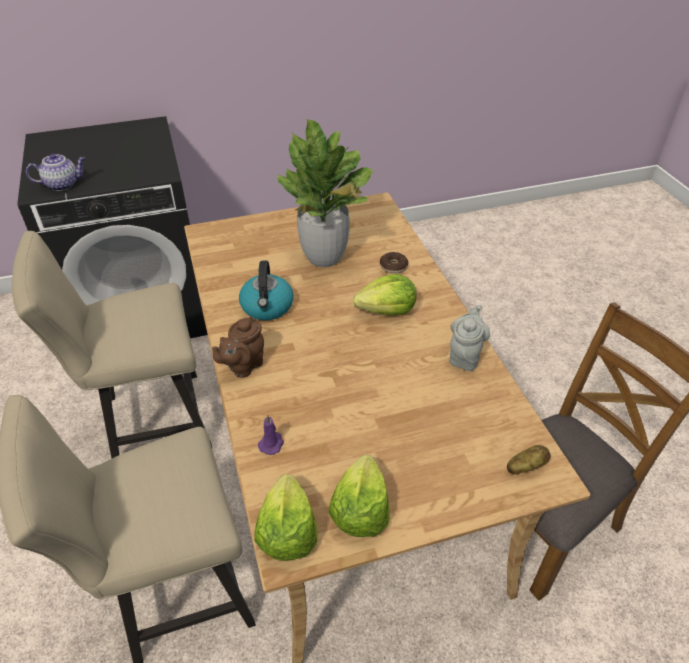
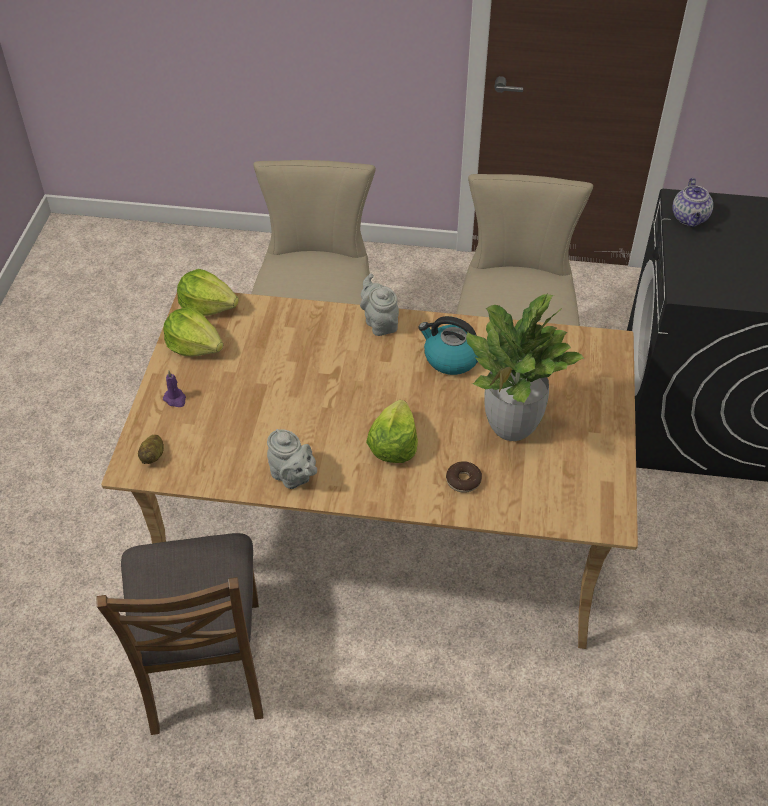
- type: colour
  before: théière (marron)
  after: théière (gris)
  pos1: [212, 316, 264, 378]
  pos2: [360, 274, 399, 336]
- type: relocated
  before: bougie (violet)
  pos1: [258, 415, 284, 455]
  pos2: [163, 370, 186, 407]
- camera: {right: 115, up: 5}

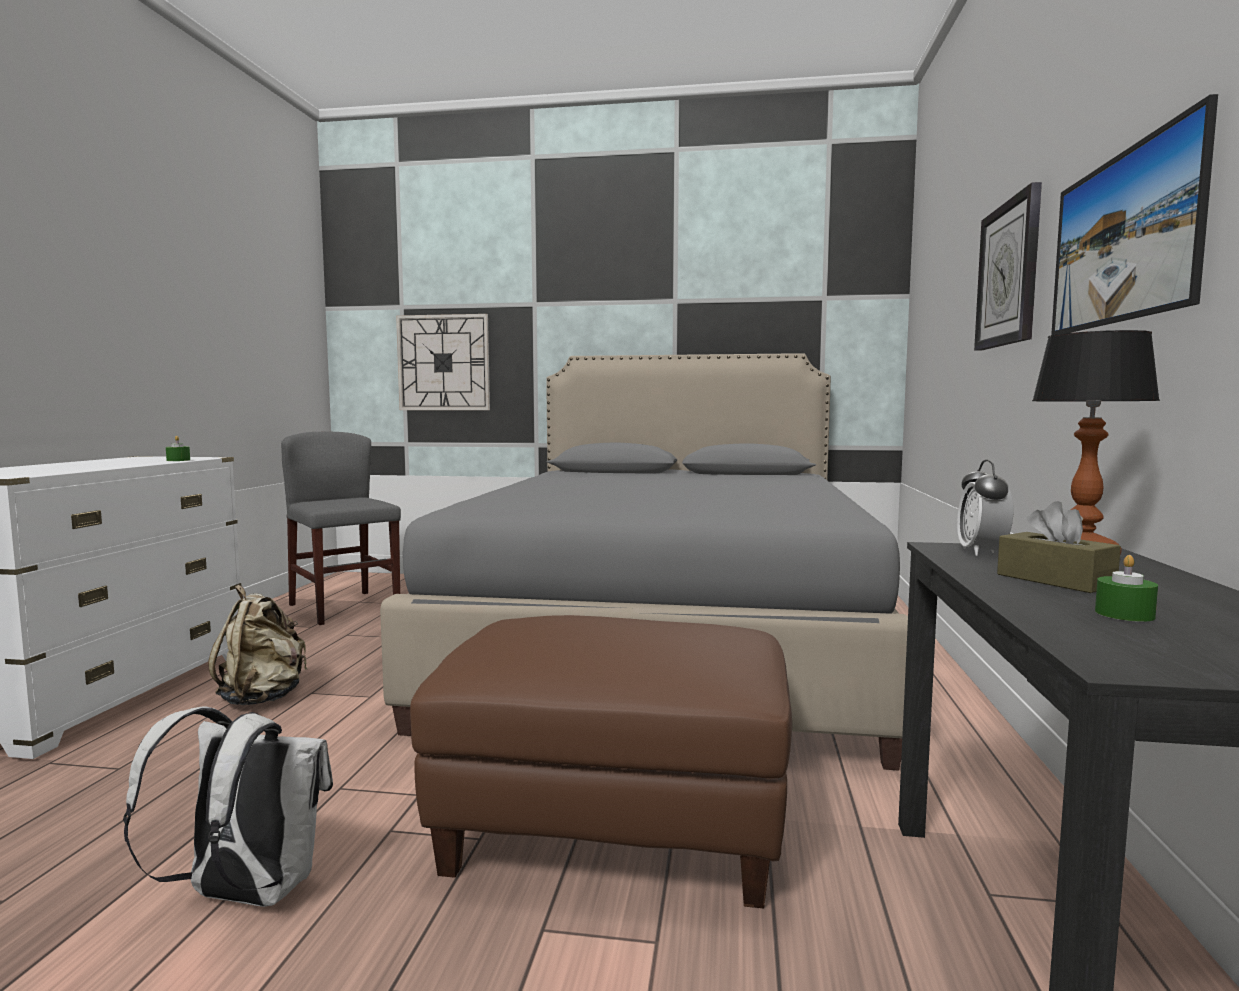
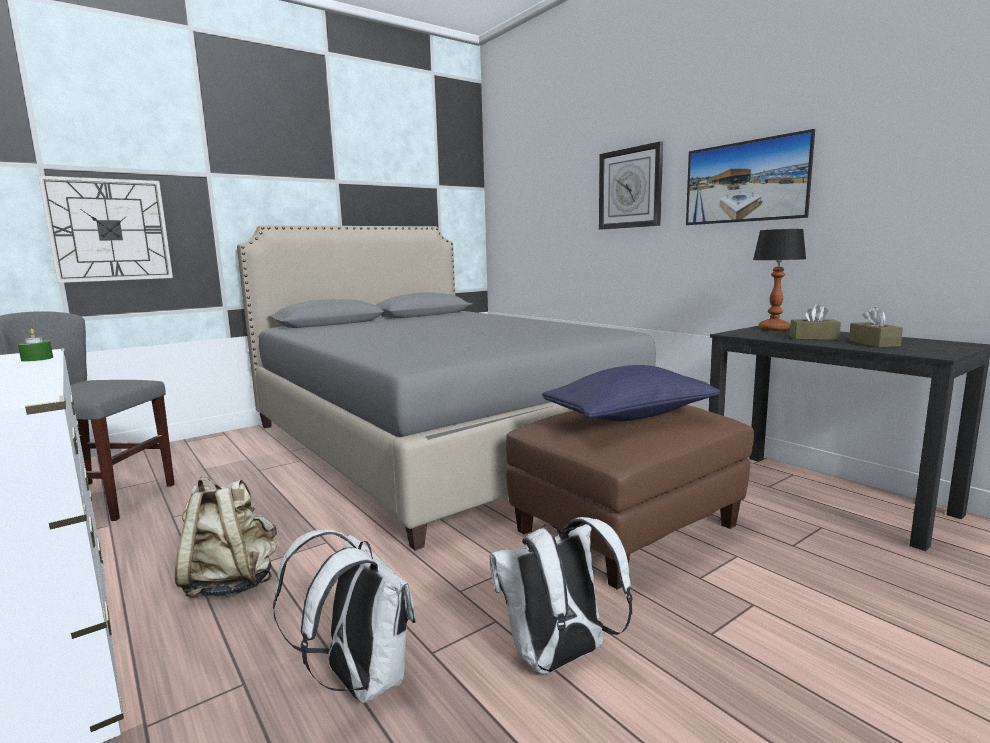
- type: missing
  before: réveil
  pos1: [957, 459, 1013, 556]
- type: exchanged
  before: bougie (vert)
  after: boîte à mouchoirs (marron)
  pos1: [1095, 555, 1158, 622]
  pos2: [849, 307, 903, 347]
- type: appeared
  after: sac à dos (blanc)
  pos2: [273, 529, 416, 703]
- type: appeared
  after: coussin (bleu)
  pos2: [542, 365, 720, 421]
- camera: {right: -45, up: 5}

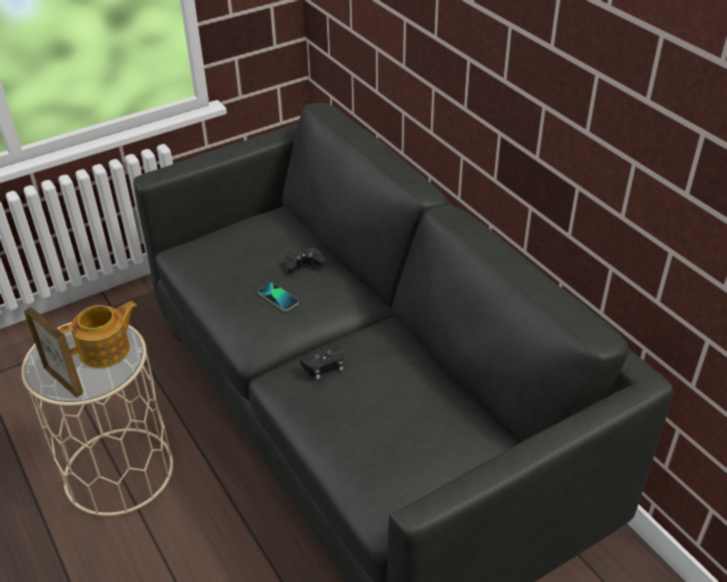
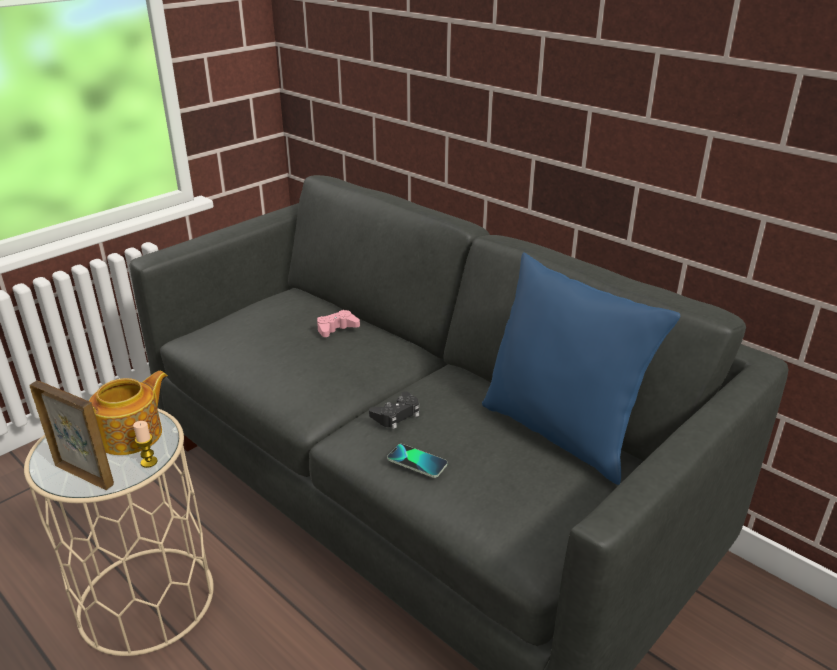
- type: relocated
  before: téléphone
  pos1: [258, 283, 299, 311]
  pos2: [387, 444, 448, 478]
- type: colour
  before: manette (noir)
  after: manette (rose)
  pos1: [286, 247, 325, 273]
  pos2: [317, 310, 360, 337]
- type: appeared
  after: bougie
  pos2: [133, 421, 158, 468]
- type: appeared
  after: coussin (bleu)
  pos2: [482, 252, 680, 485]
- camera: {right: -15, up: -10}

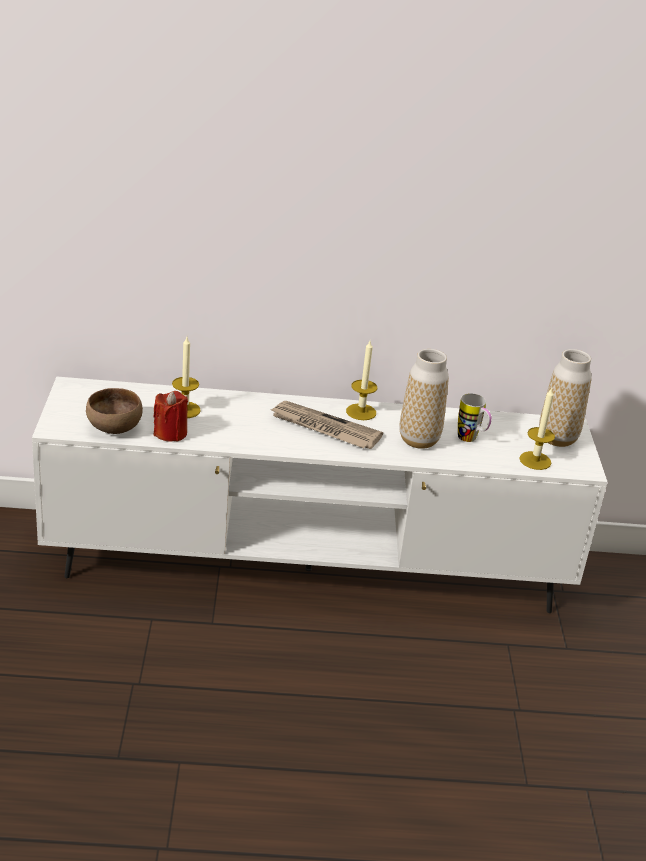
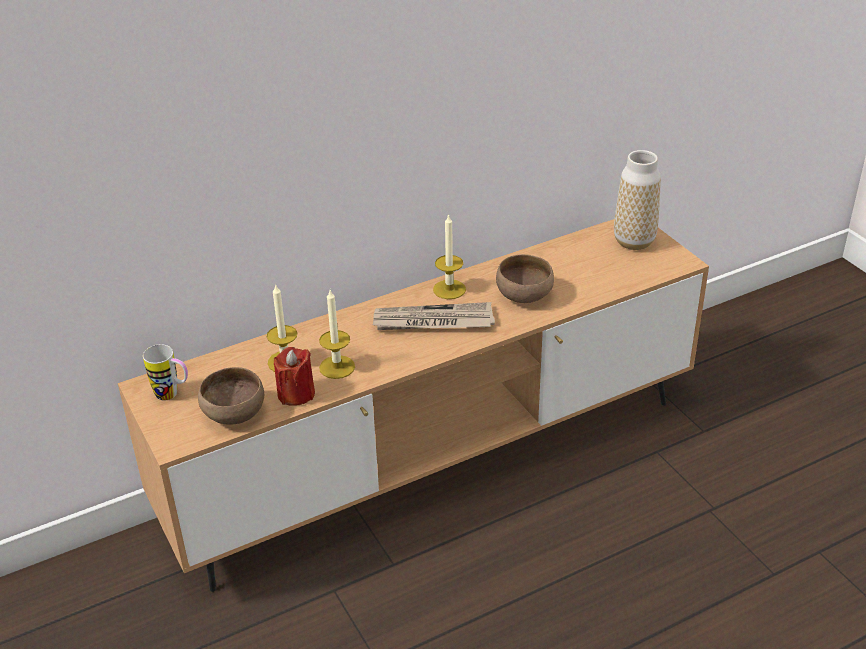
- type: colour
  before: meuble télé (blanc)
  after: meuble télé (marron)
  pos1: [32, 377, 607, 613]
  pos2: [118, 219, 709, 592]
- type: exchanged
  before: vase
  after: bol (marron)
  pos1: [400, 349, 449, 449]
  pos2: [496, 254, 554, 303]
- type: relocated
  before: mug
  pos1: [458, 393, 492, 442]
  pos2: [143, 344, 188, 401]
- type: relocated
  before: bougie
  pos1: [519, 388, 555, 470]
  pos2: [319, 290, 355, 379]
- camera: {right: -25, up: 5}

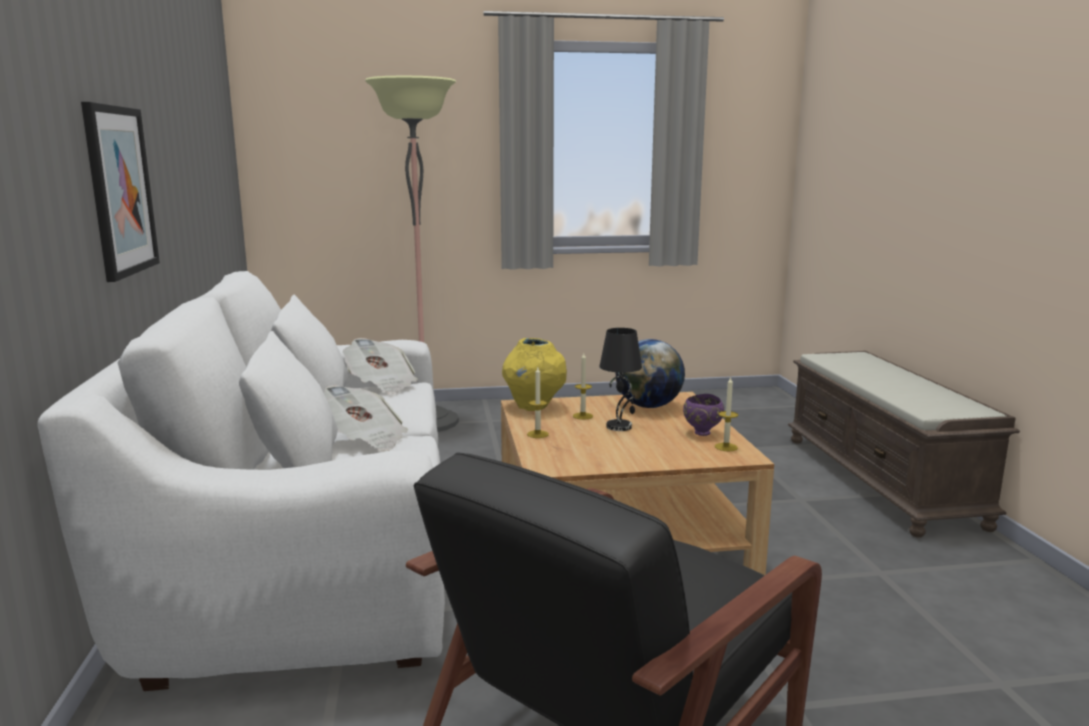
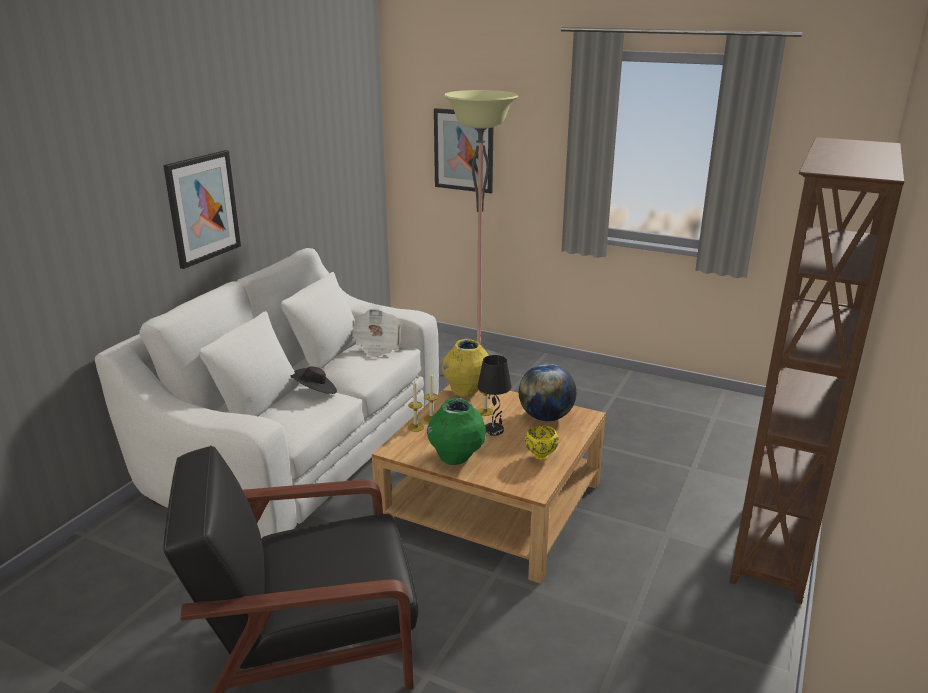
- type: exchanged
  before: journal
  after: chapeau (noir)
  pos1: [324, 385, 408, 451]
  pos2: [290, 366, 337, 394]
- type: colour
  before: bol (violet)
  after: bol (jaune)
  pos1: [683, 394, 724, 436]
  pos2: [525, 426, 559, 460]
- type: relocated
  before: bougie
  pos1: [715, 377, 738, 451]
  pos2: [408, 380, 424, 432]
- type: exchanged
  before: banc (marron)
  after: bibliothèque (marron)
  pos1: [788, 351, 1020, 538]
  pos2: [729, 137, 904, 604]
- type: appeared
  after: vase (vert)
  pos2: [427, 398, 486, 465]
- type: appeared
  after: tableau
  pos2: [434, 108, 493, 193]
- camera: {right: 35, up: 10}

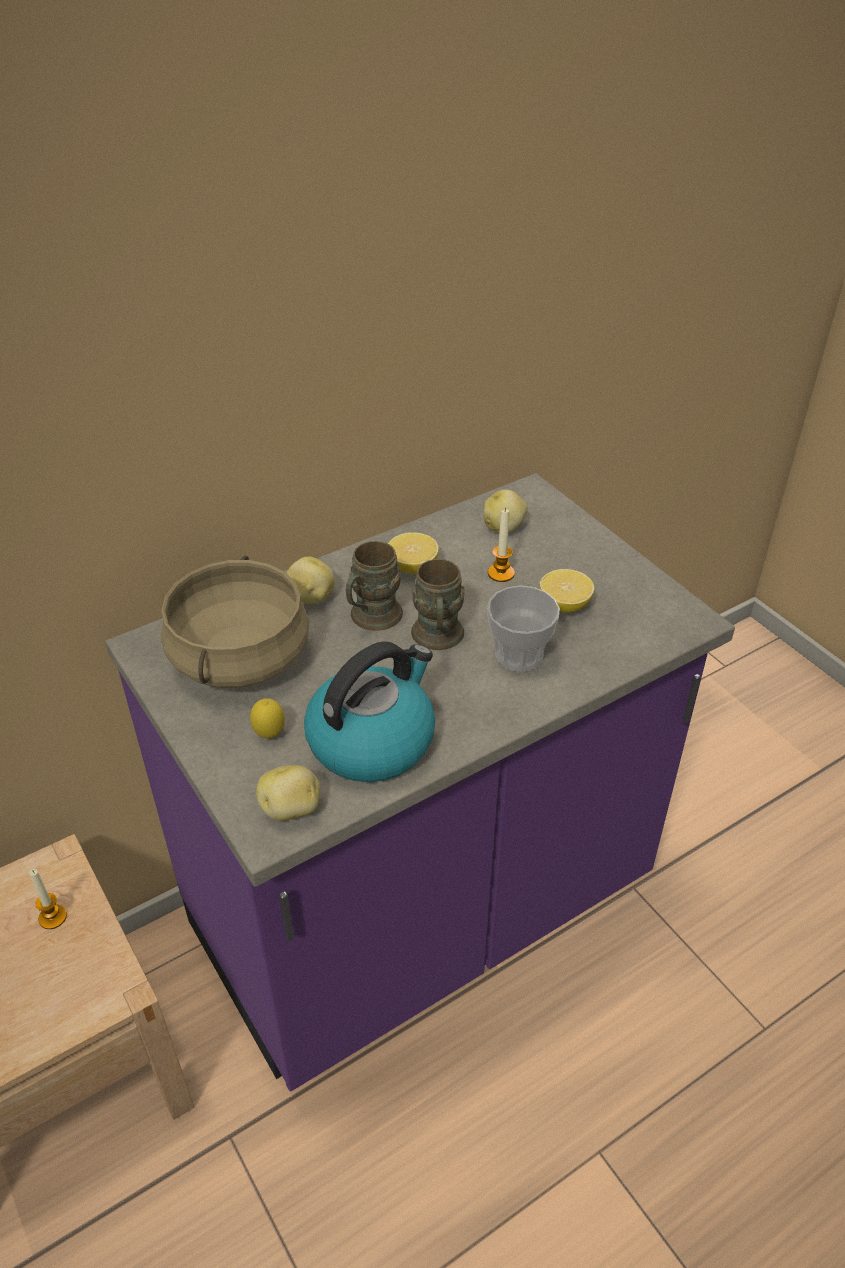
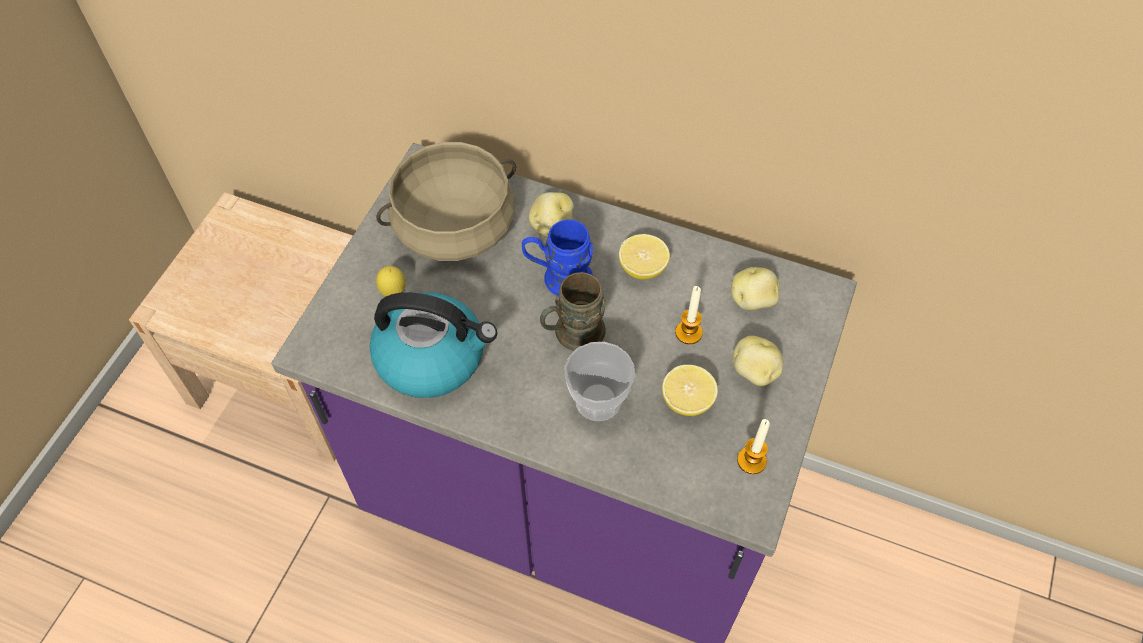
- type: relocated
  before: bougie
  pos1: [29, 869, 67, 929]
  pos2: [737, 419, 770, 474]
- type: relocated
  before: pomme de terre
  pos1: [256, 765, 320, 821]
  pos2: [733, 336, 783, 386]
- type: colour
  before: mug (marron)
  after: mug (bleu)
  pos1: [346, 541, 403, 631]
  pos2: [522, 220, 593, 296]
- camera: {right: 55, up: 15}

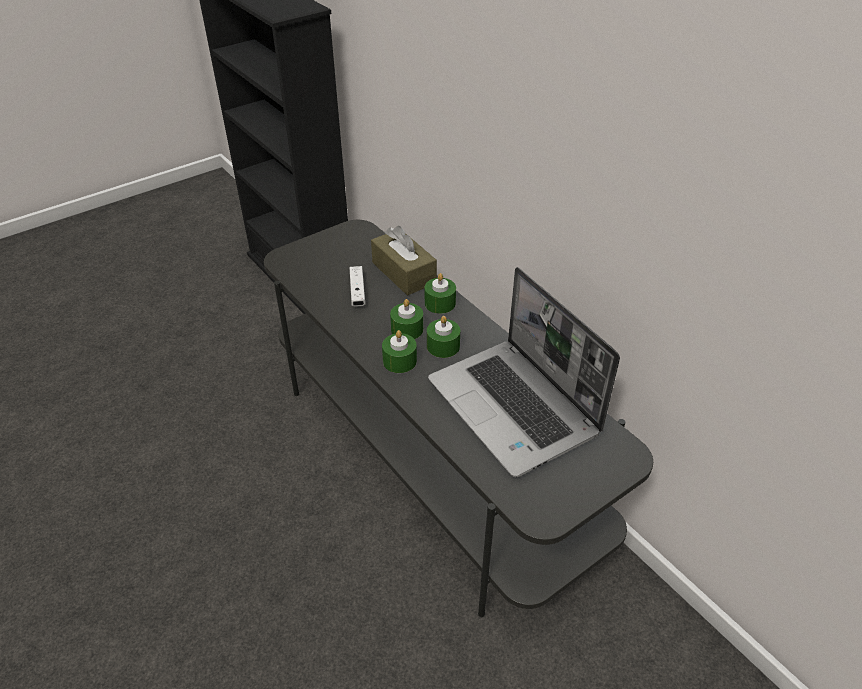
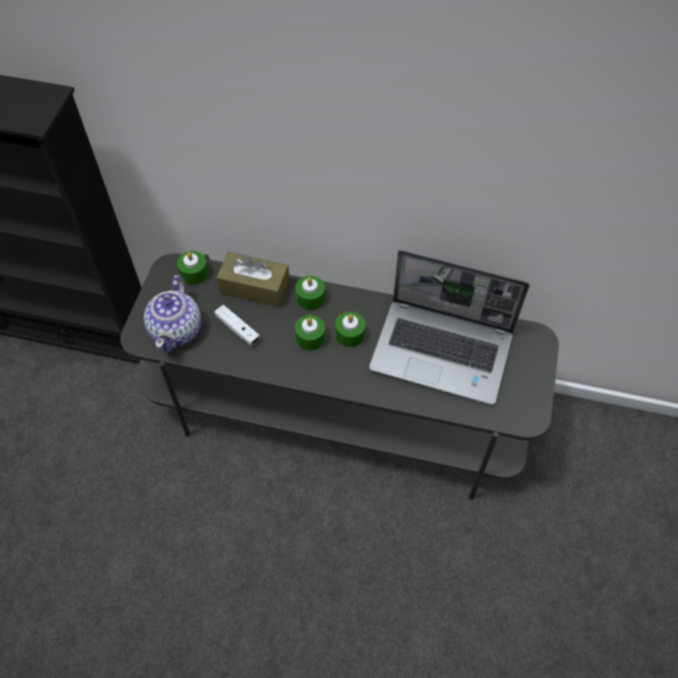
- type: relocated
  before: bougie (vert)
  pos1: [382, 330, 417, 373]
  pos2: [177, 251, 208, 285]
- type: appeared
  after: théière
  pos2: [144, 275, 201, 352]
- camera: {right: -40, up: 15}

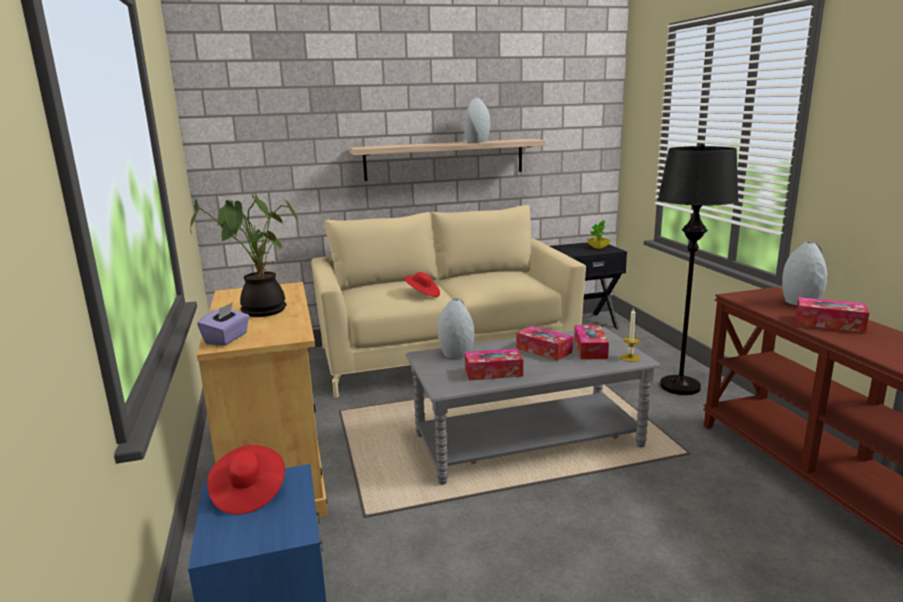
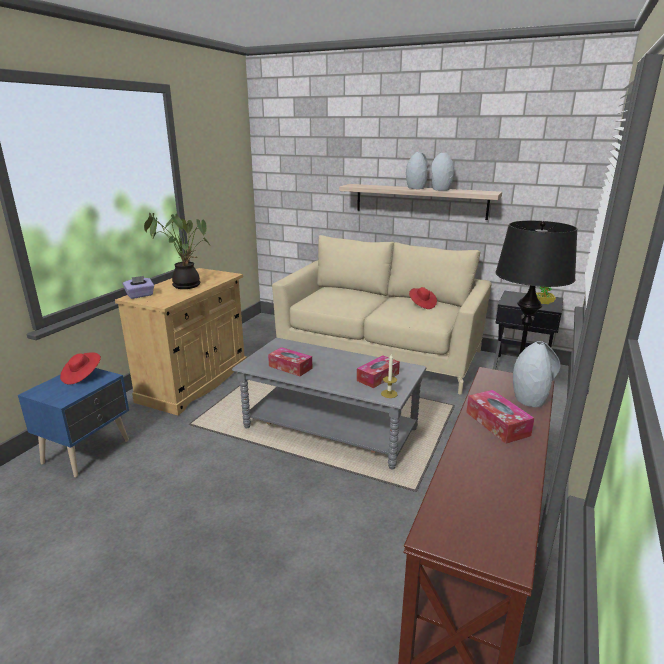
- type: relocated
  before: chapeau (rouge)
  pos1: [404, 272, 440, 297]
  pos2: [409, 287, 437, 309]
- type: relocated
  before: vase (gris)
  pos1: [438, 298, 474, 358]
  pos2: [406, 152, 428, 189]
- type: missing
  before: boîte à mouchoirs
  pos1: [516, 326, 573, 361]
- camera: {right: 40, up: 5}

